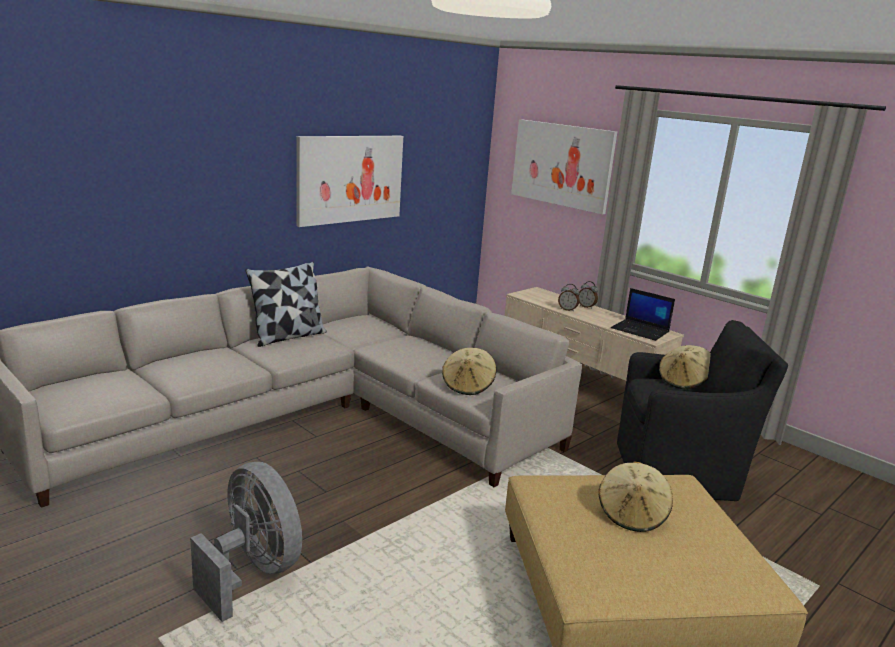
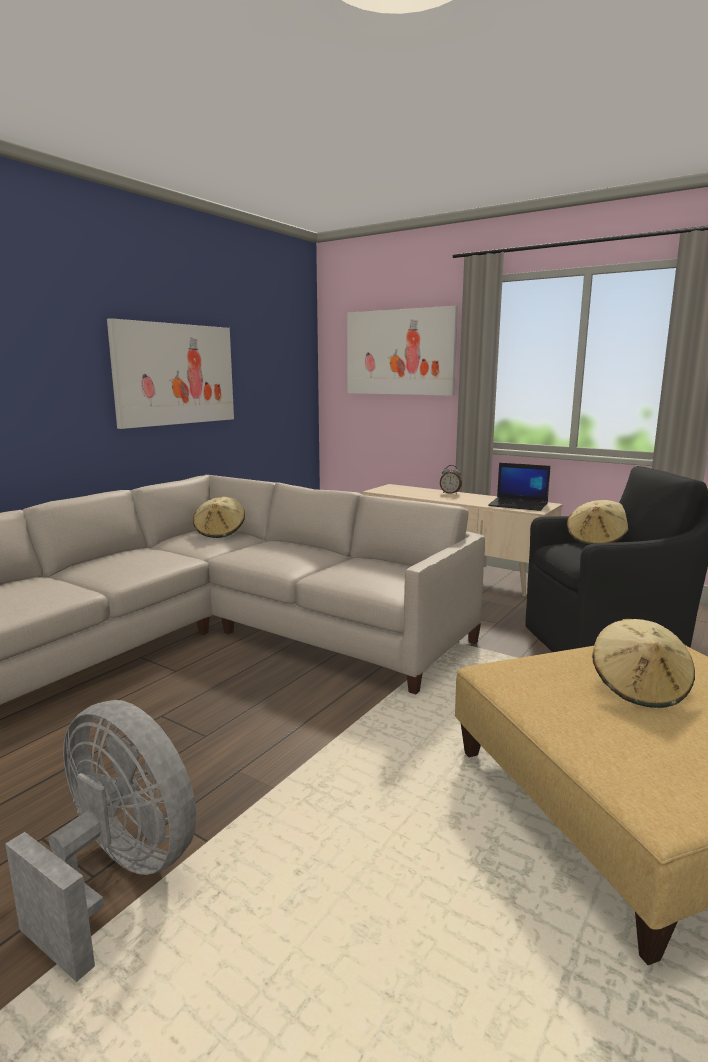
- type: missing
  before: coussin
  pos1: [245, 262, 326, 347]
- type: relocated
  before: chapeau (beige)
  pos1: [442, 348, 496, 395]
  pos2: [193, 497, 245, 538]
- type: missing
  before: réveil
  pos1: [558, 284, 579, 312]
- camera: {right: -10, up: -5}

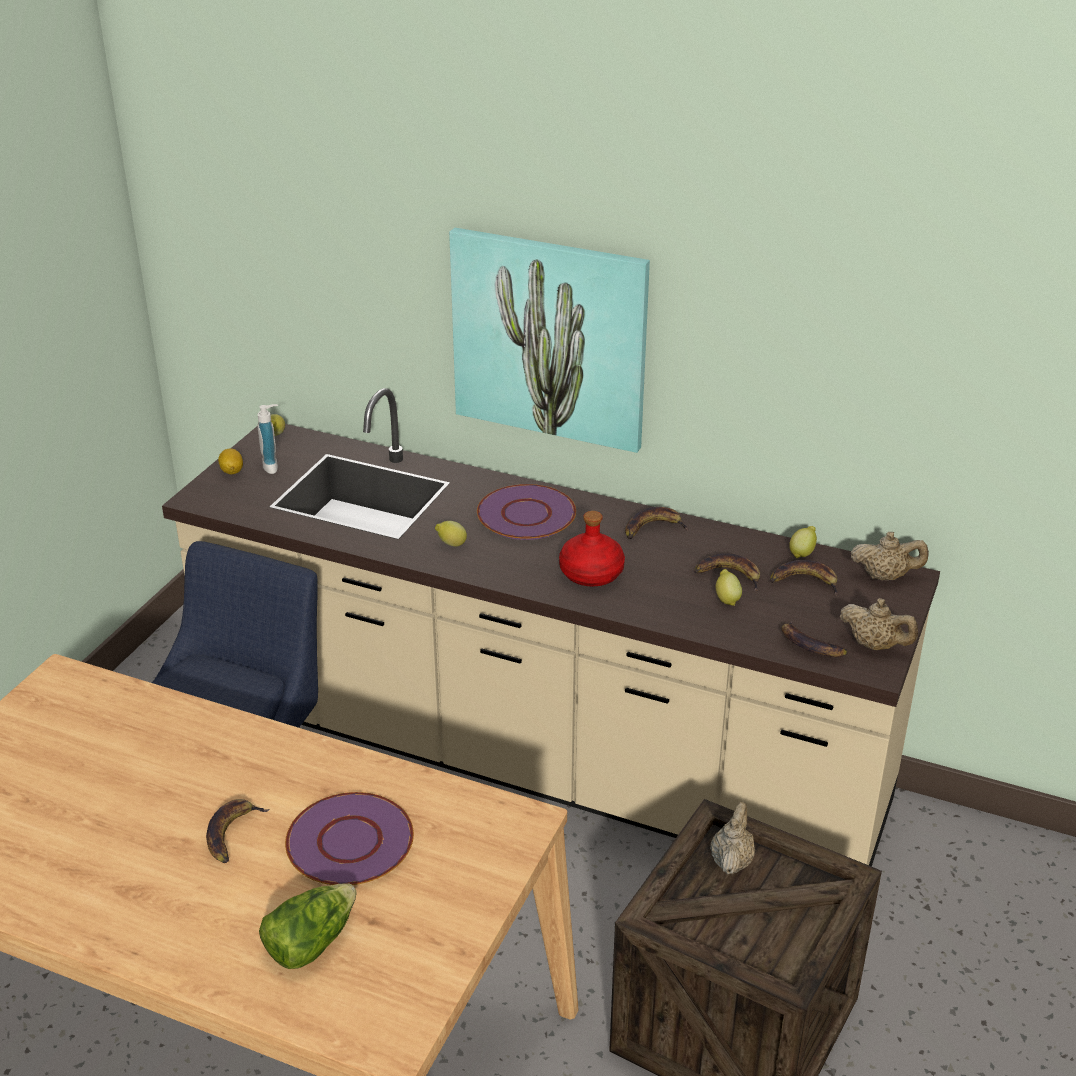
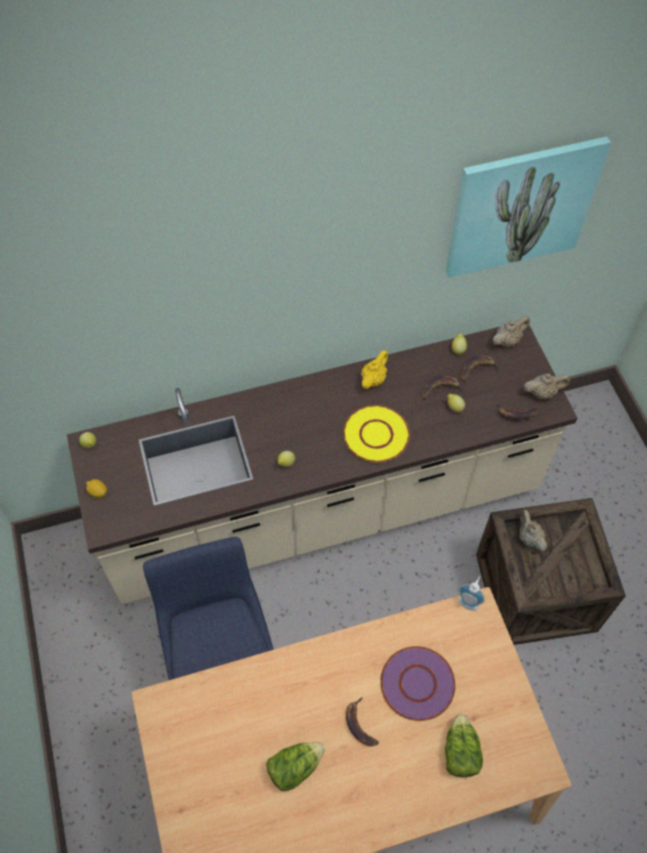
- type: relocated
  before: distributeur de savon
  pos1: [257, 404, 278, 474]
  pos2: [458, 576, 485, 611]
- type: relocated
  before: tableau
  pos1: [449, 228, 650, 453]
  pos2: [446, 137, 611, 278]
- type: missing
  before: assiette (violet)
  pos1: [477, 484, 576, 540]
- type: exchanged
  before: bouteille (rouge)
  after: assiette (jaune)
  pos1: [559, 511, 625, 586]
  pos2: [343, 405, 410, 462]
- type: exchanged
  before: banane
  after: théière (jaune)
  pos1: [625, 507, 689, 539]
  pos2: [361, 350, 388, 389]
- type: appeared
  after: laitue
  pos2: [266, 742, 325, 791]
- camera: {right: -40, up: 25}

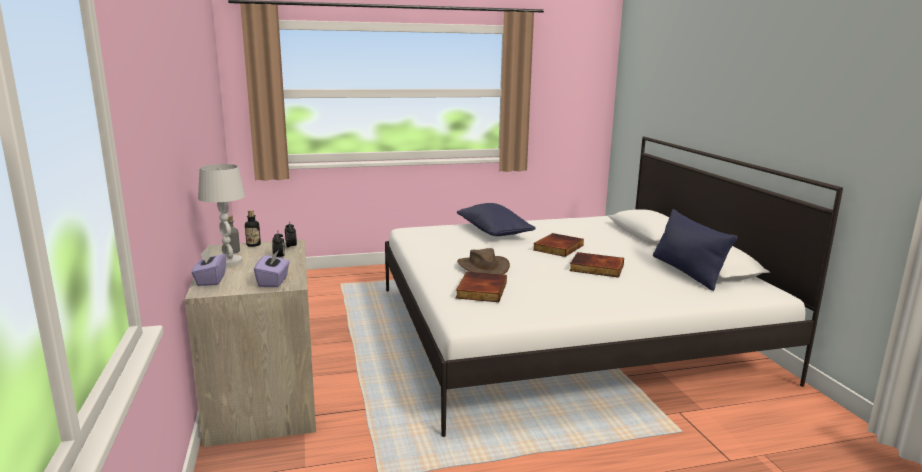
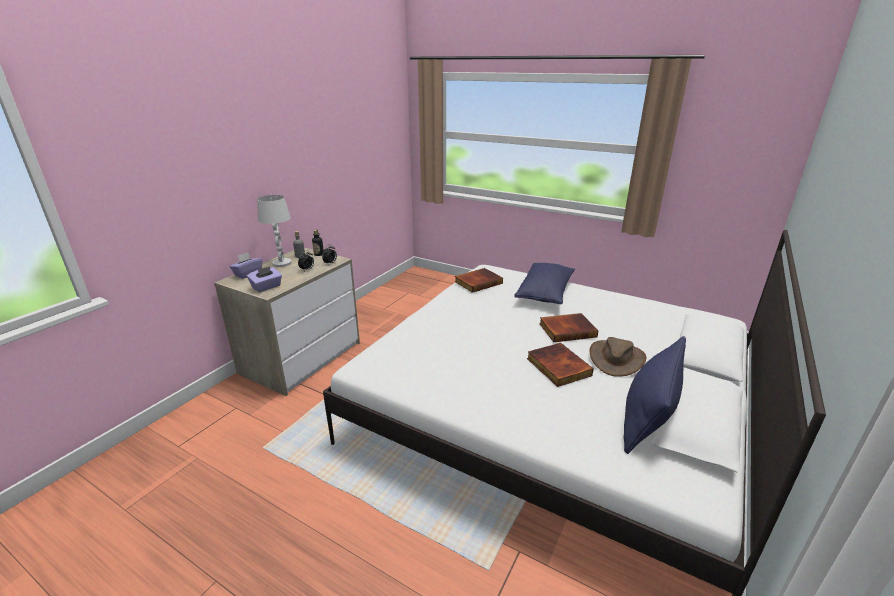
- type: relocated
  before: livre
  pos1: [456, 271, 507, 302]
  pos2: [455, 268, 503, 293]
- type: relocated
  before: chapeau (marron)
  pos1: [457, 248, 510, 275]
  pos2: [590, 337, 646, 377]
- camera: {right: 45, up: 10}

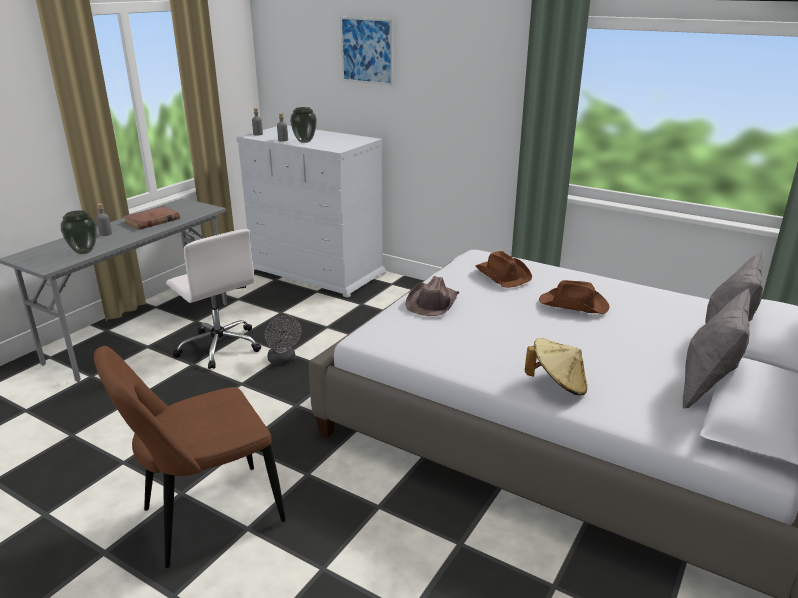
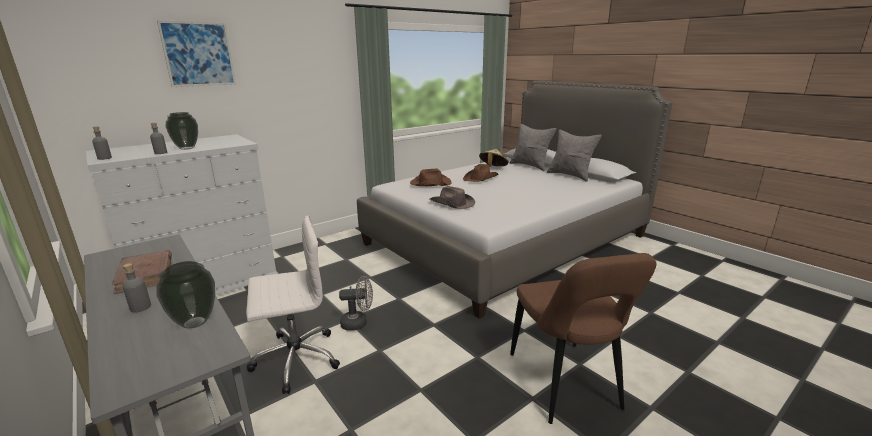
- type: relocated
  before: chapeau (beige)
  pos1: [525, 338, 587, 396]
  pos2: [479, 149, 509, 167]
- camera: {right: -70, up: -5}

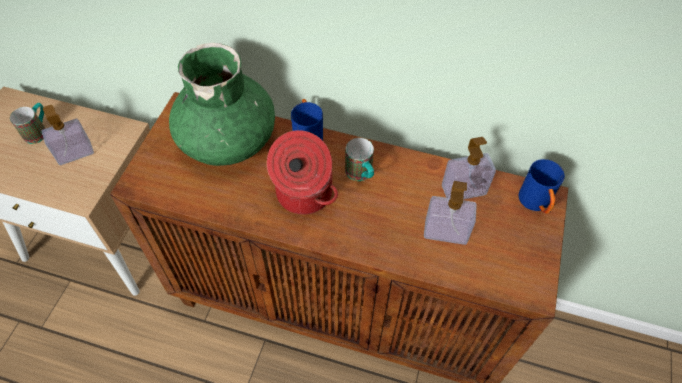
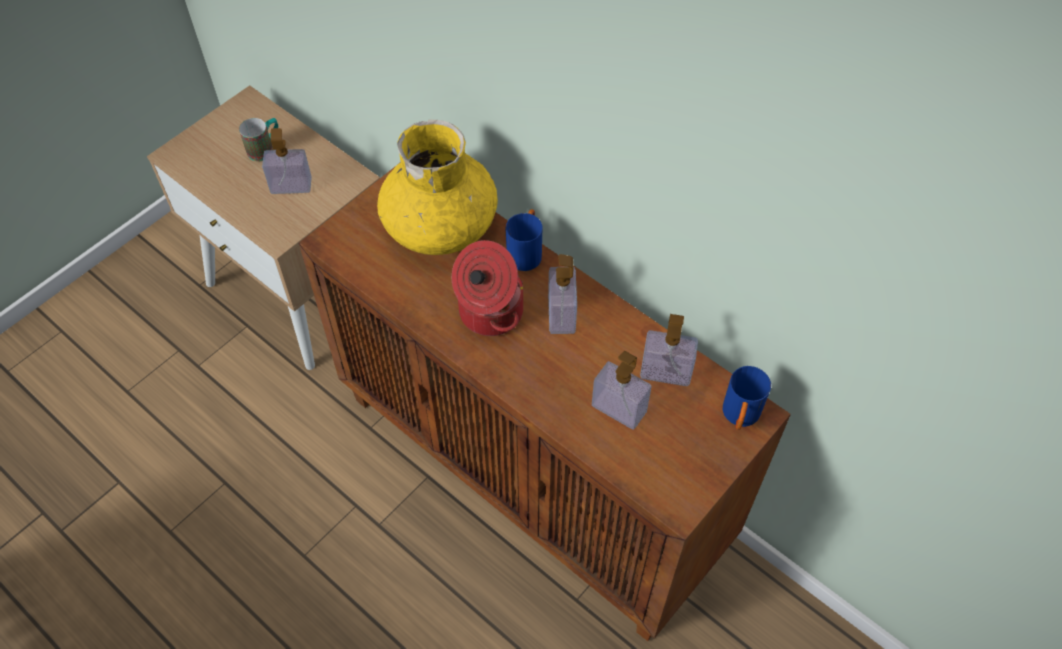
- type: colour
  before: vase (vert)
  after: vase (jaune)
  pos1: [169, 43, 275, 166]
  pos2: [377, 119, 498, 255]
- type: exchanged
  before: mug
  after: distributeur de savon
  pos1: [345, 138, 374, 181]
  pos2: [548, 254, 577, 334]
- camera: {right: 25, up: 0}

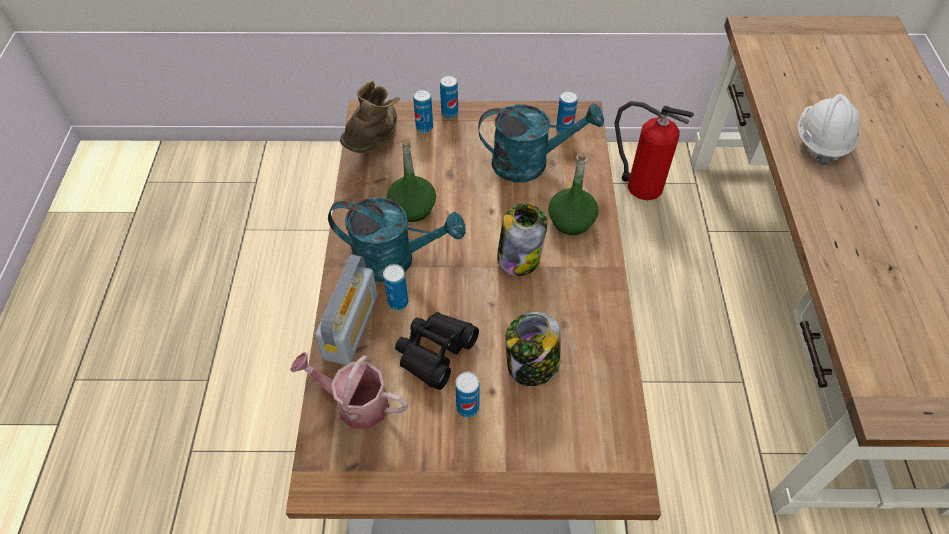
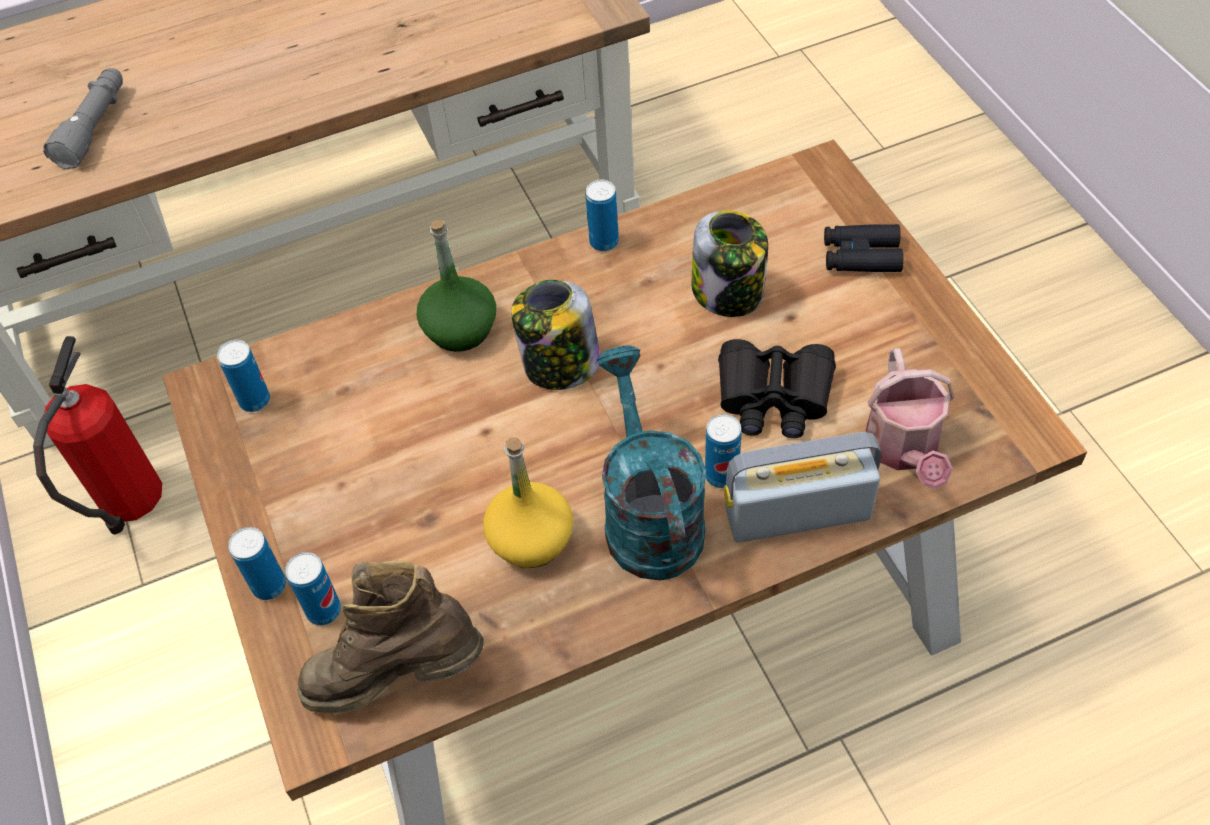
- type: colour
  before: bouteille (vert)
  after: bouteille (jaune)
  pos1: [387, 139, 436, 222]
  pos2: [483, 437, 573, 568]
- type: relocated
  before: boîte métallique
  pos1: [455, 372, 480, 418]
  pos2: [585, 180, 619, 251]
- type: missing
  before: arrosoir (turquoise)
  pos1: [478, 103, 604, 183]
- type: missing
  before: casque de chantier (blanc)
  pos1: [798, 94, 861, 166]
- type: appeared
  after: lampe de poche (gris)
  pos2: [43, 68, 123, 169]
- type: appeared
  after: jumelles (noir)
  pos2: [824, 224, 904, 272]
- camera: {right: -110, up: 0}

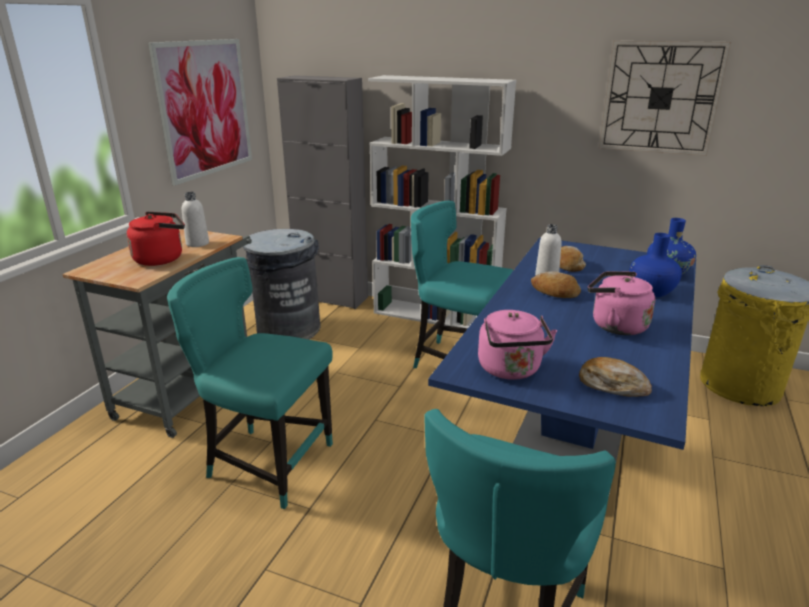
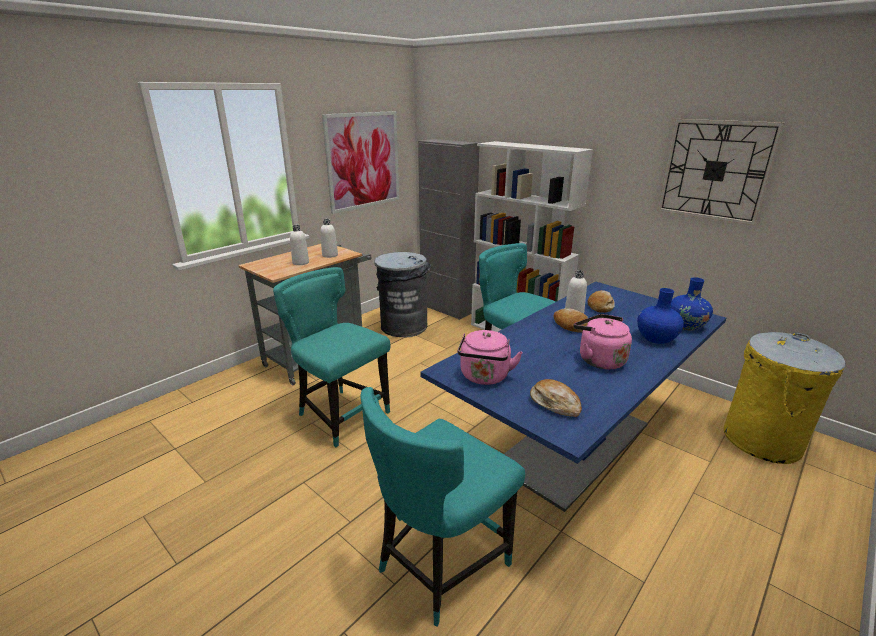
- type: exchanged
  before: bouilloire (rouge)
  after: bouteille (blanc)
  pos1: [126, 212, 185, 266]
  pos2: [290, 225, 309, 265]
- camera: {right: 20, up: 0}

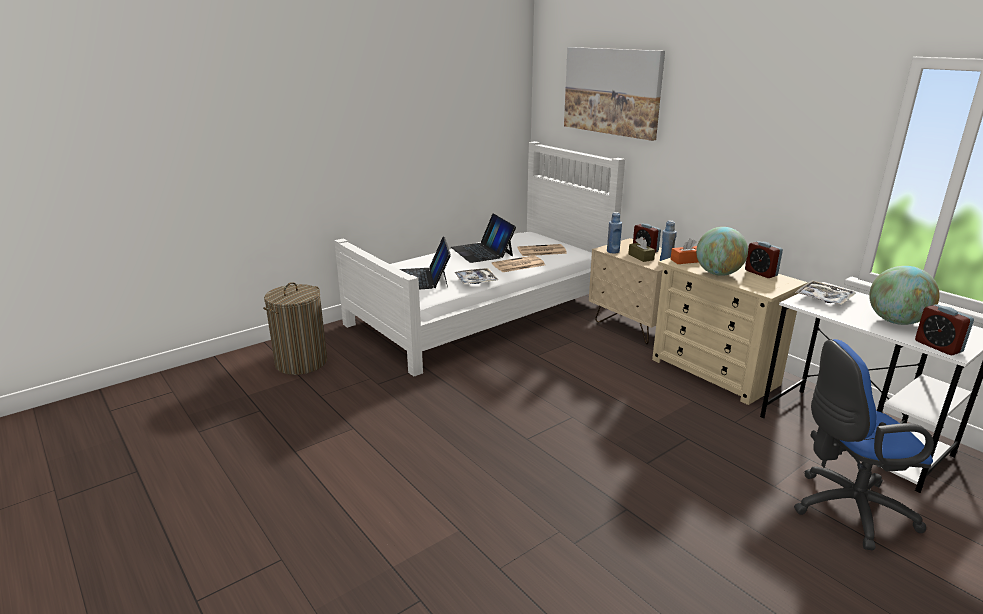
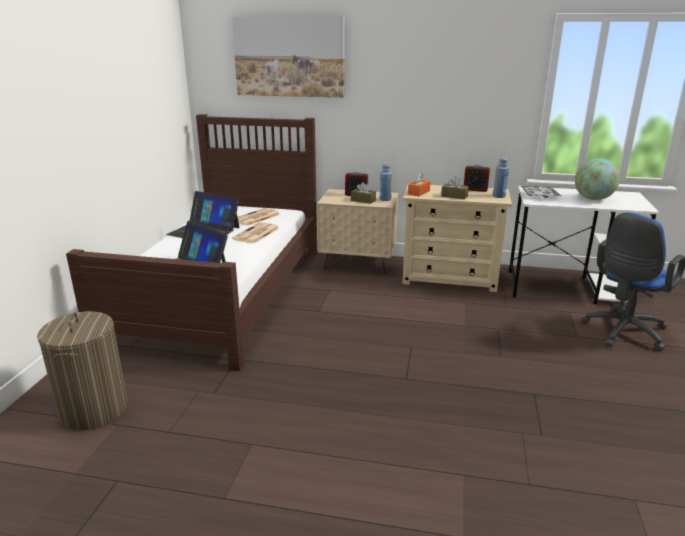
- type: colour
  before: lit (blanc)
  after: lit (marron)
  pos1: [334, 141, 625, 377]
  pos2: [66, 114, 317, 371]
- type: missing
  before: plateau
  pos1: [455, 268, 498, 284]
- type: relocated
  before: bouteille (bleu)
  pos1: [607, 212, 622, 254]
  pos2: [493, 157, 509, 198]
- type: exchanged
  before: globe
  after: boîte à mouchoirs (marron)
  pos1: [696, 227, 748, 276]
  pos2: [441, 176, 469, 200]
- type: missing
  before: réveil
  pos1: [915, 304, 974, 355]
- camera: {right: -40, up: 0}

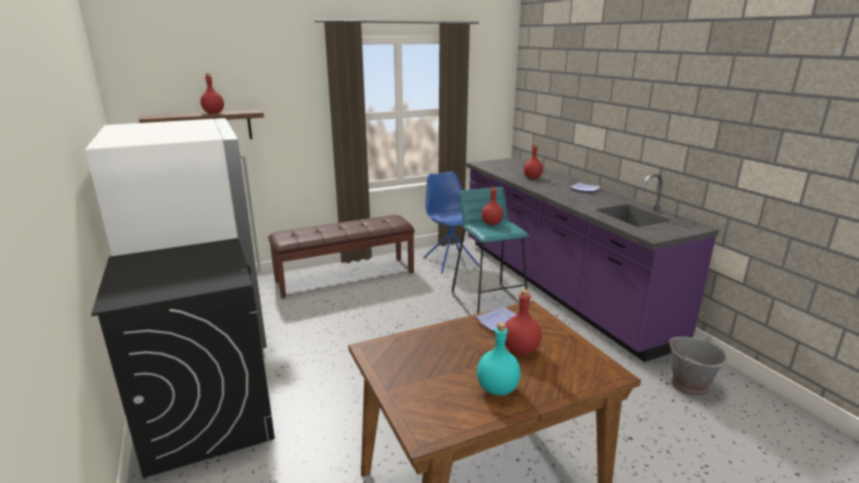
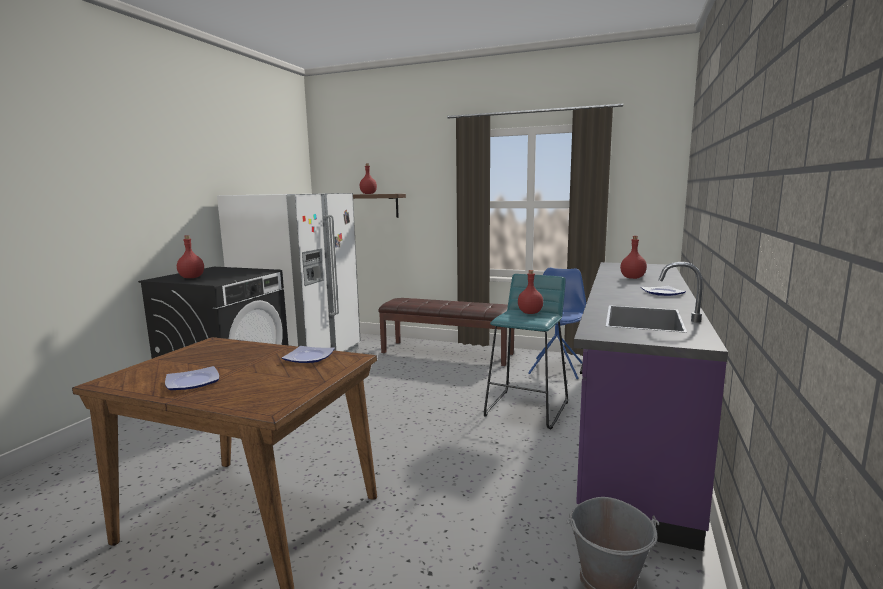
- type: exchanged
  before: bouteille (turquoise)
  after: assiette
  pos1: [477, 322, 520, 395]
  pos2: [165, 366, 219, 390]
- type: relocated
  before: bouteille (rouge)
  pos1: [505, 289, 542, 355]
  pos2: [177, 235, 204, 278]
- camera: {right: 45, up: -10}

